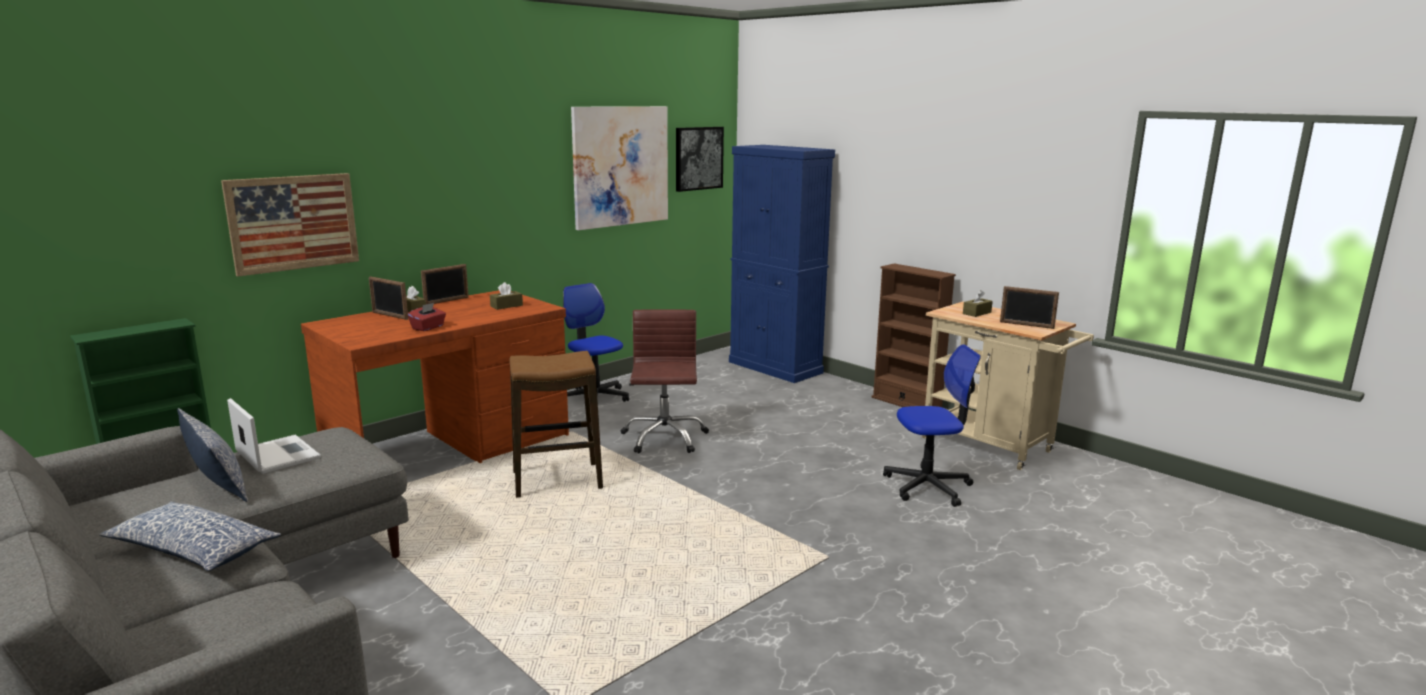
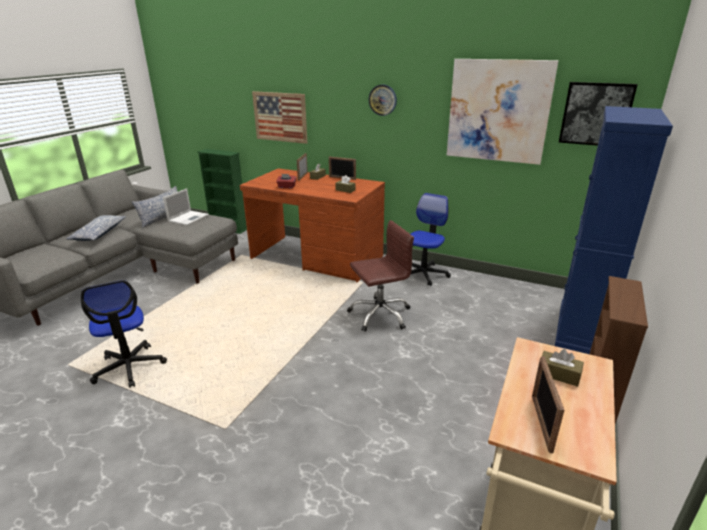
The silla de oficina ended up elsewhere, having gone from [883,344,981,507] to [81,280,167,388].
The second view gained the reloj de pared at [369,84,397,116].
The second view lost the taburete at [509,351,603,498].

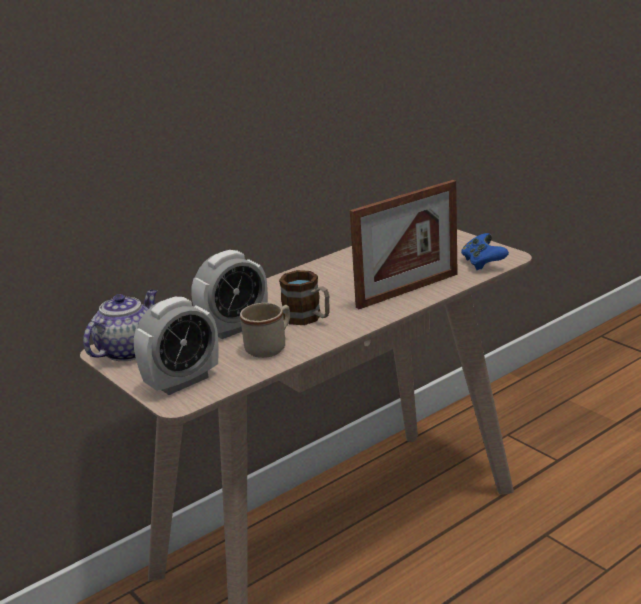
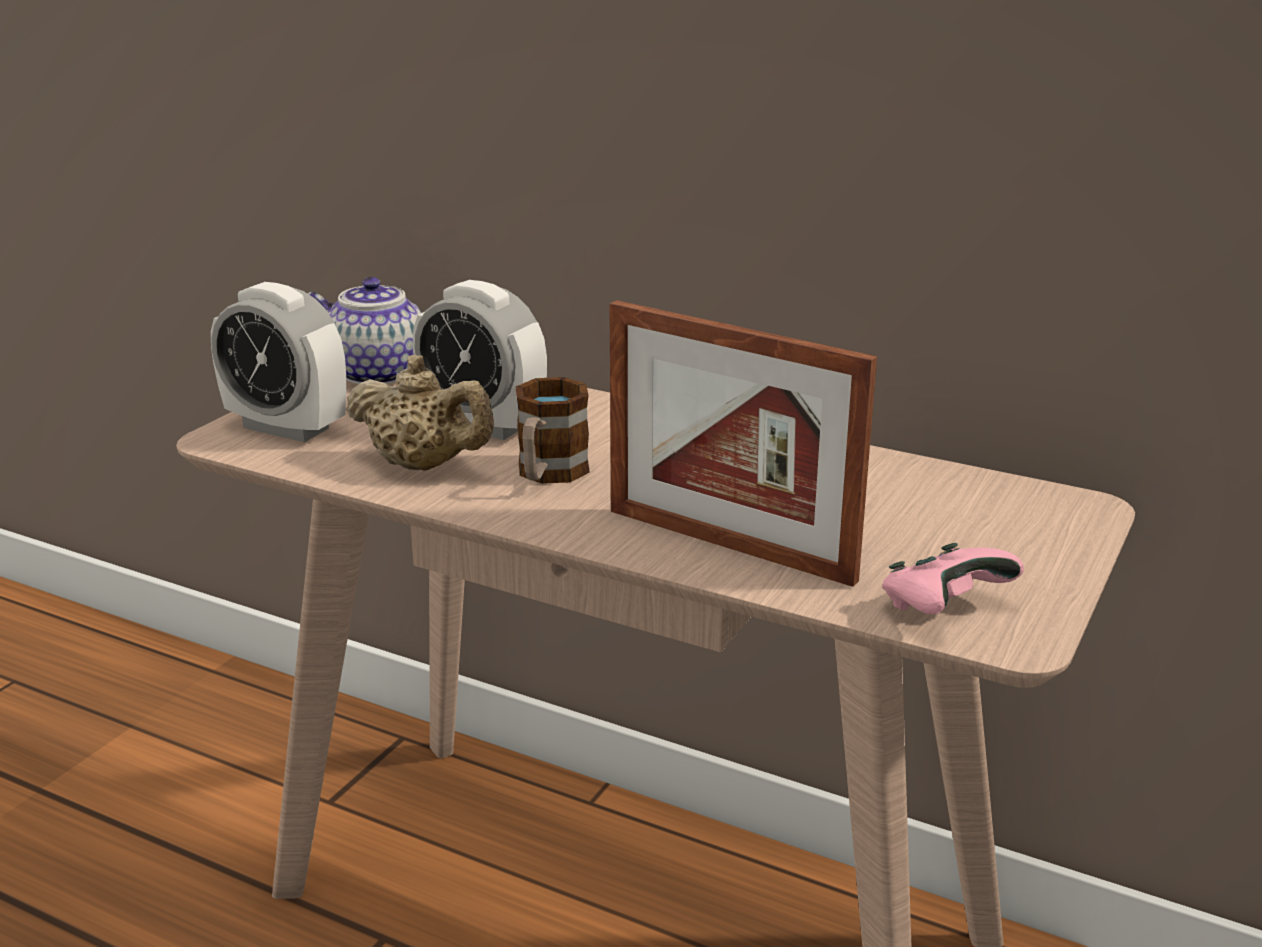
Where the taza grande/beis stood at [240,303,290,358], the tetera/beis came to stand at [346,355,494,471].
What was the mando de consola/azul at [461,233,509,270] turned into the mando de consola/rosa at [882,543,1024,614].

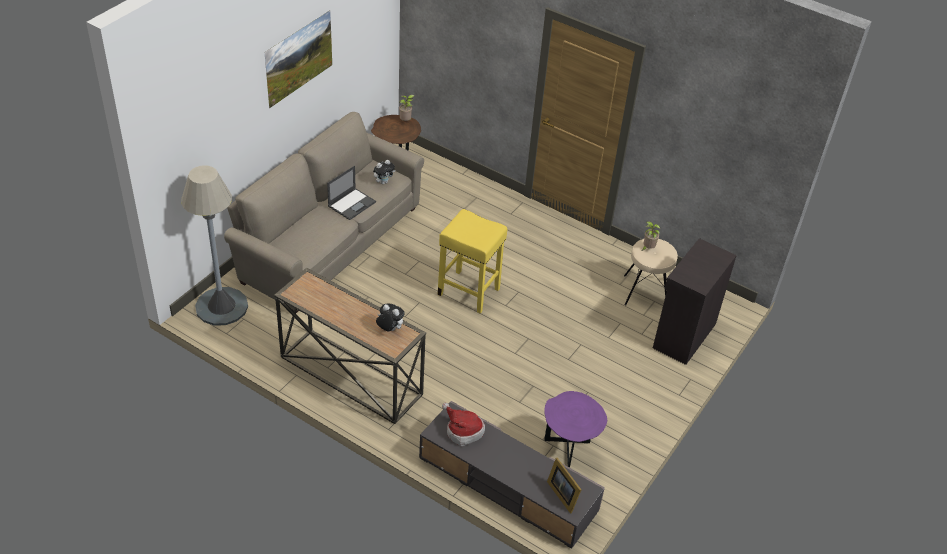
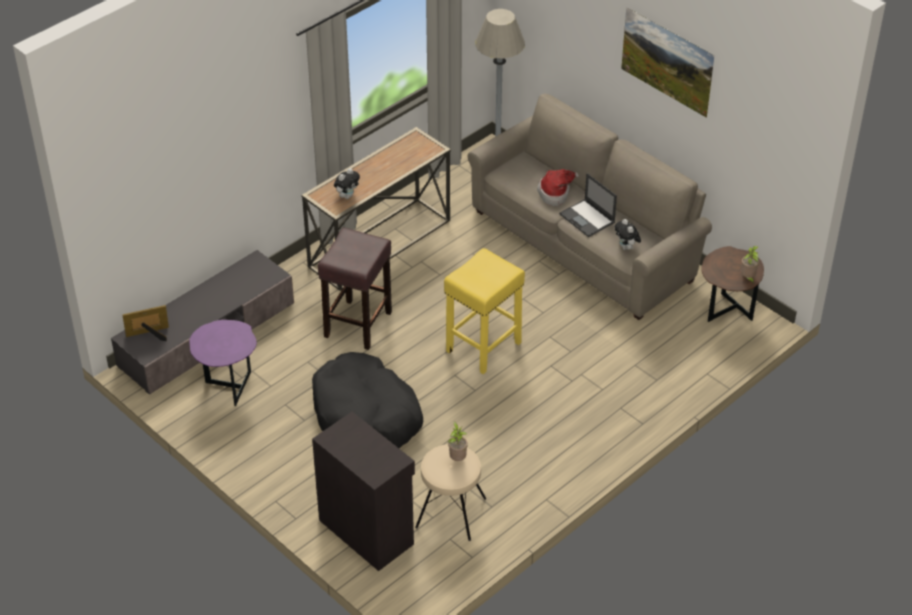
The second view gained the cama para perro/negro at [312,352,423,448].
The second view gained the taburete/marrón at [318,228,392,350].
The sombrero ended up elsewhere, having gone from [442,403,485,446] to [537,169,579,206].

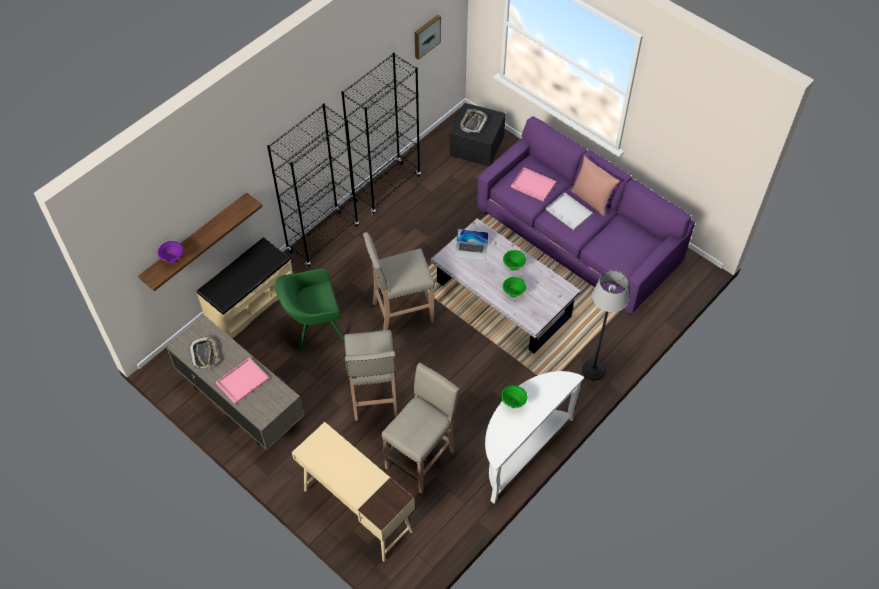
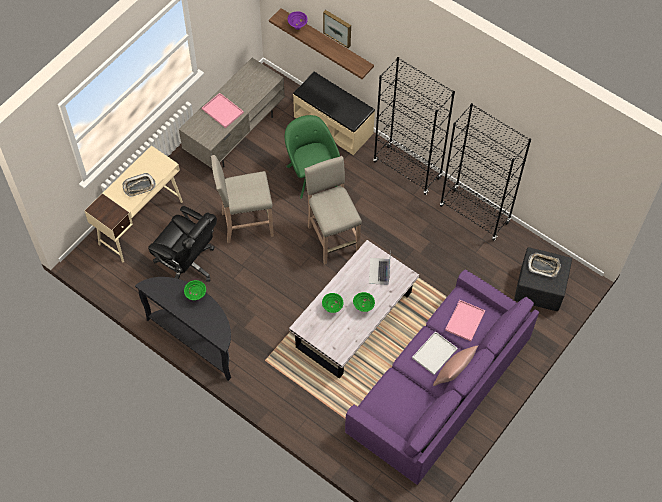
The bandeja ended up elsewhere, having gone from [189,336,219,370] to [123,173,156,197].
What was the mesa consola/blanco at [485,371,584,504] turned into the mesa consola/negro at [135,277,231,381].
Where the taburete/beis stood at [381,363,460,494], the silla de oficina/negro came to stand at [148,206,217,282].
The cuadro ended up elsewhere, having gone from [415,15,441,60] to [323,10,351,48].
The second view lost the lámpara de pie at [582,270,629,381].

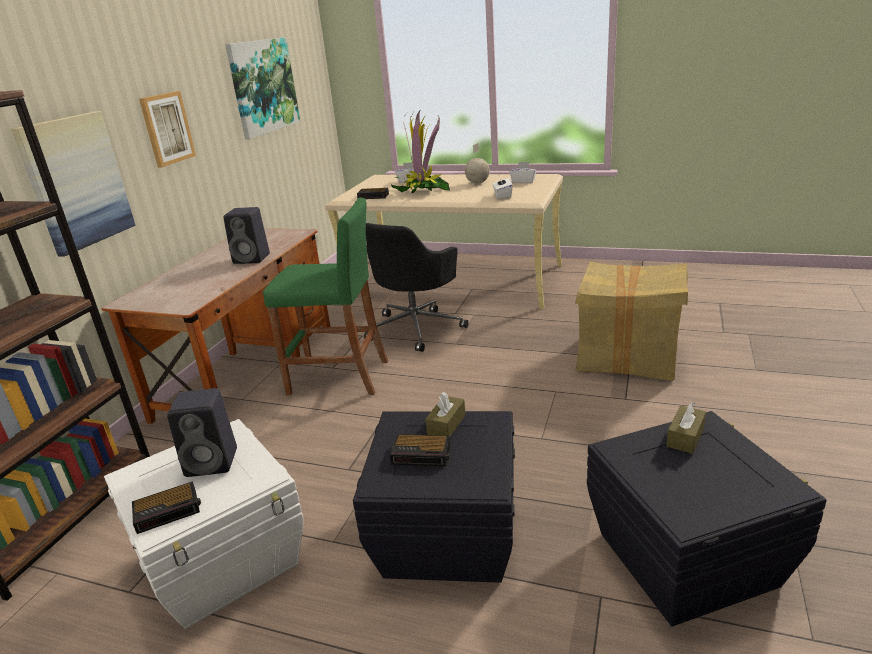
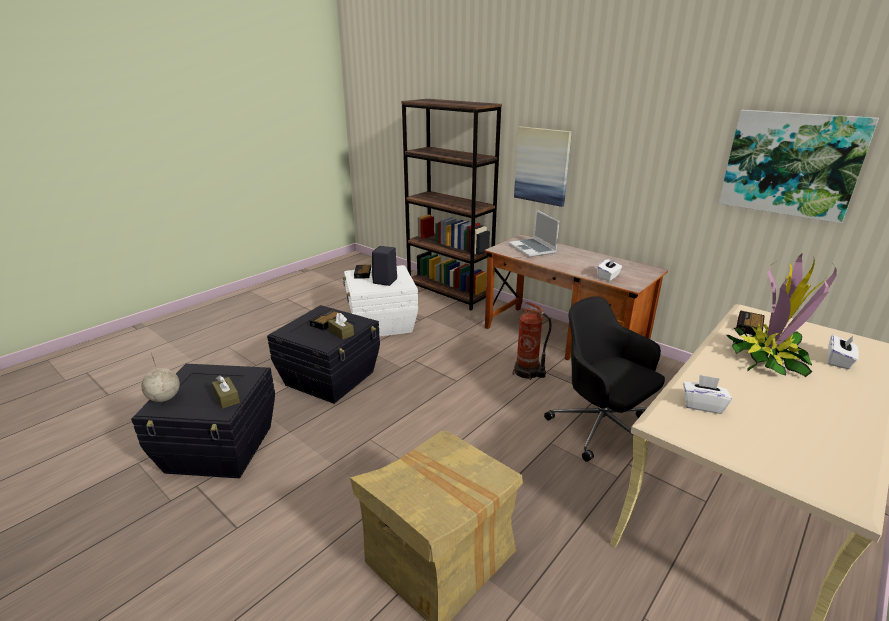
The globo terráqueo ended up elsewhere, having gone from [465,143,490,184] to [141,353,180,402].
The second view gained the portátil at [509,210,559,257].
Where the taburete/verde stood at [263,198,388,395], the extintor came to stand at [513,302,552,380].
The caja de pañuelos/blanco ended up elsewhere, having gone from [509,162,537,183] to [597,258,622,281].
The second view lost the cuadro at [139,91,196,167].
The second view lost the altavoz/negro at [223,207,270,264].

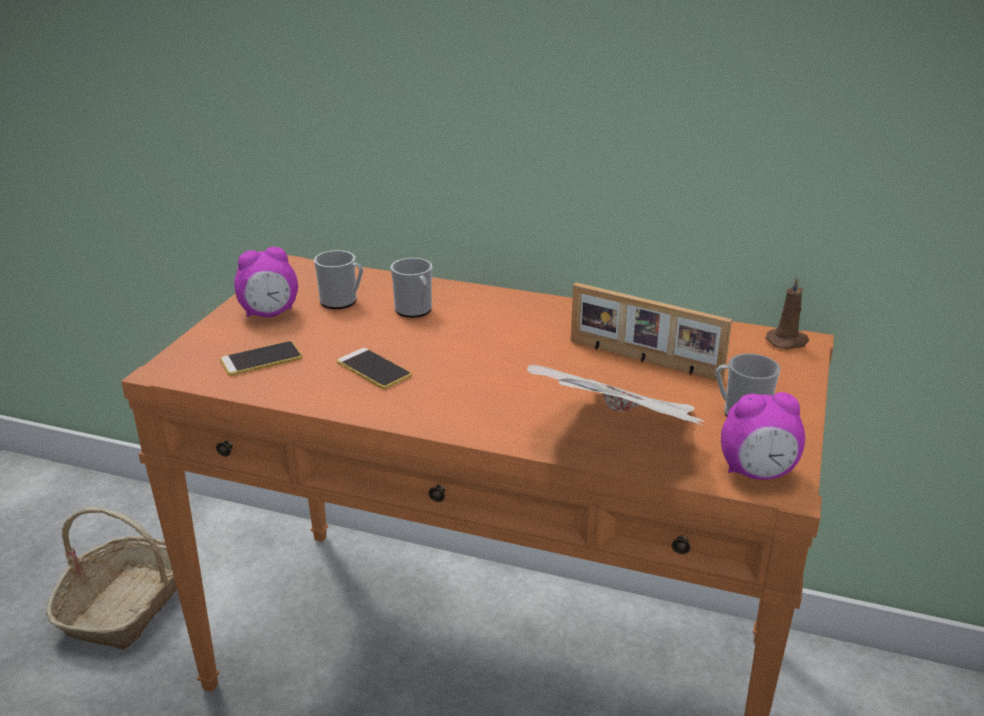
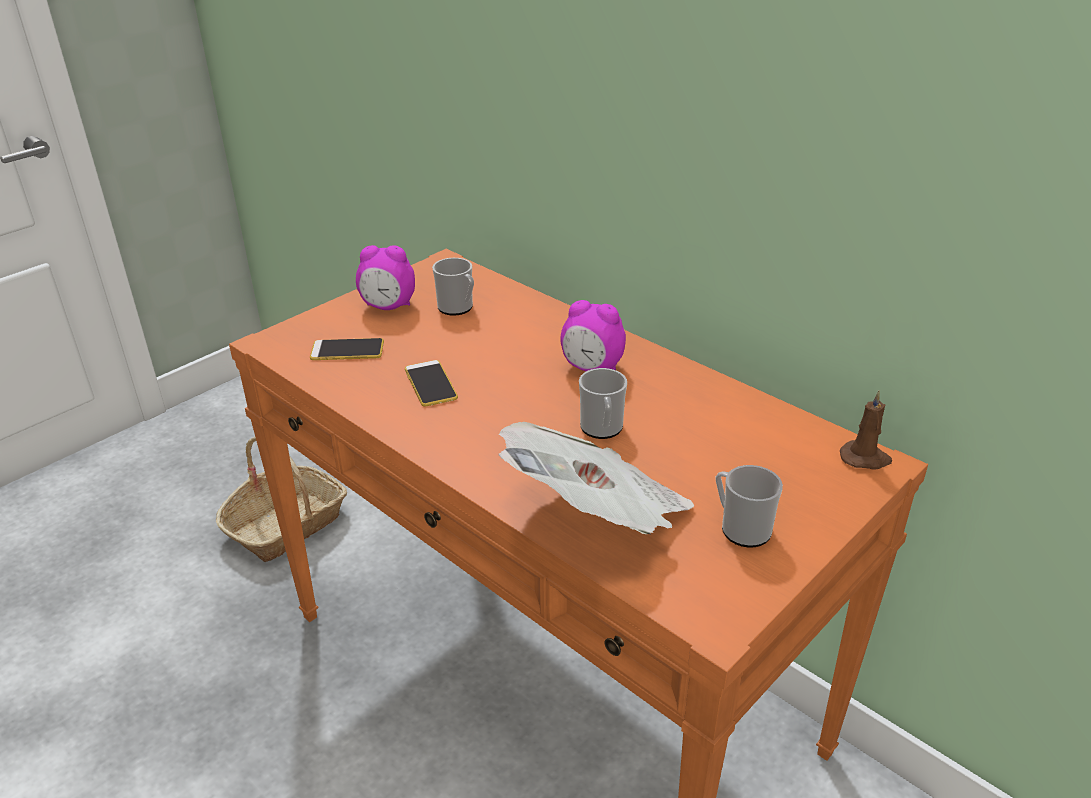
The despertador ended up elsewhere, having gone from [721,392,805,480] to [560,300,626,371].
The taza grande ended up elsewhere, having gone from [390,258,432,318] to [579,368,627,439].
The second view lost the portarretratos at [570,283,732,381].

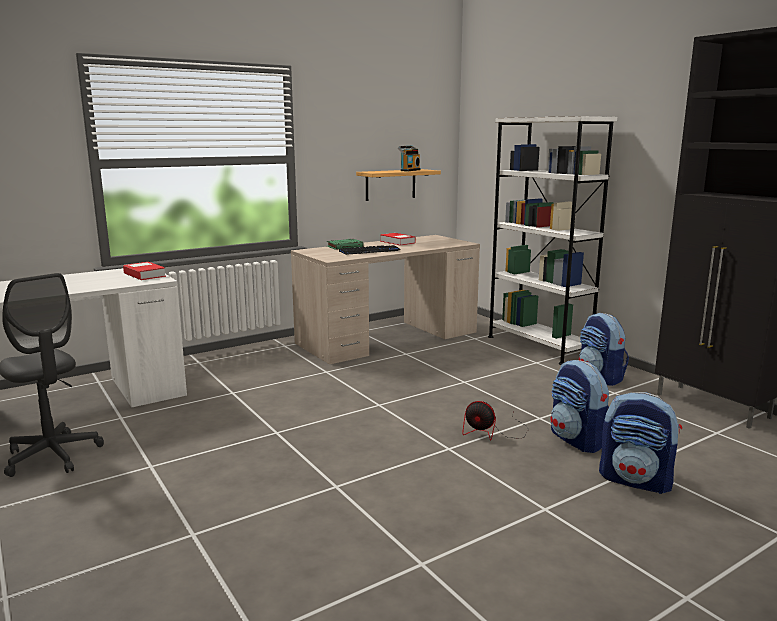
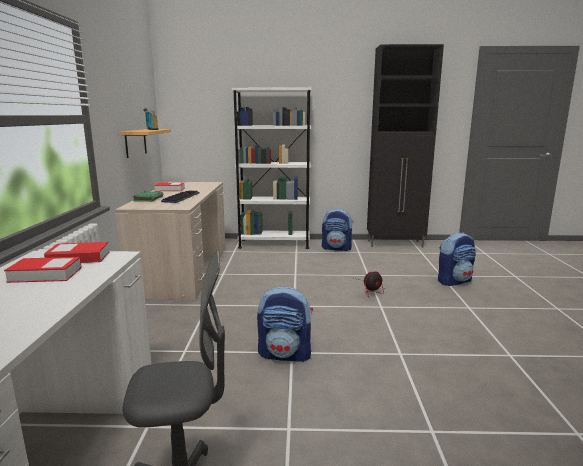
The second view gained the libro at [4,257,82,283].
The mochila ended up elsewhere, having gone from [551,360,609,453] to [257,286,313,362].

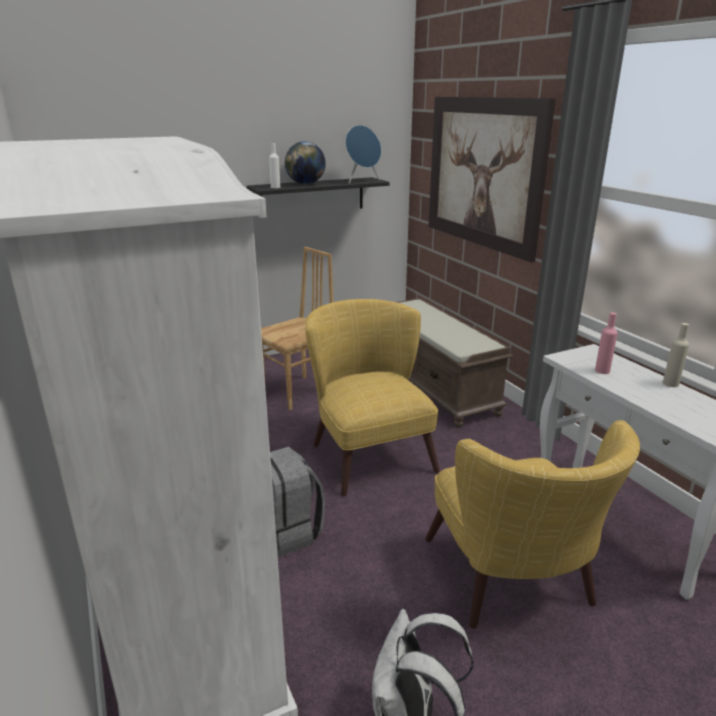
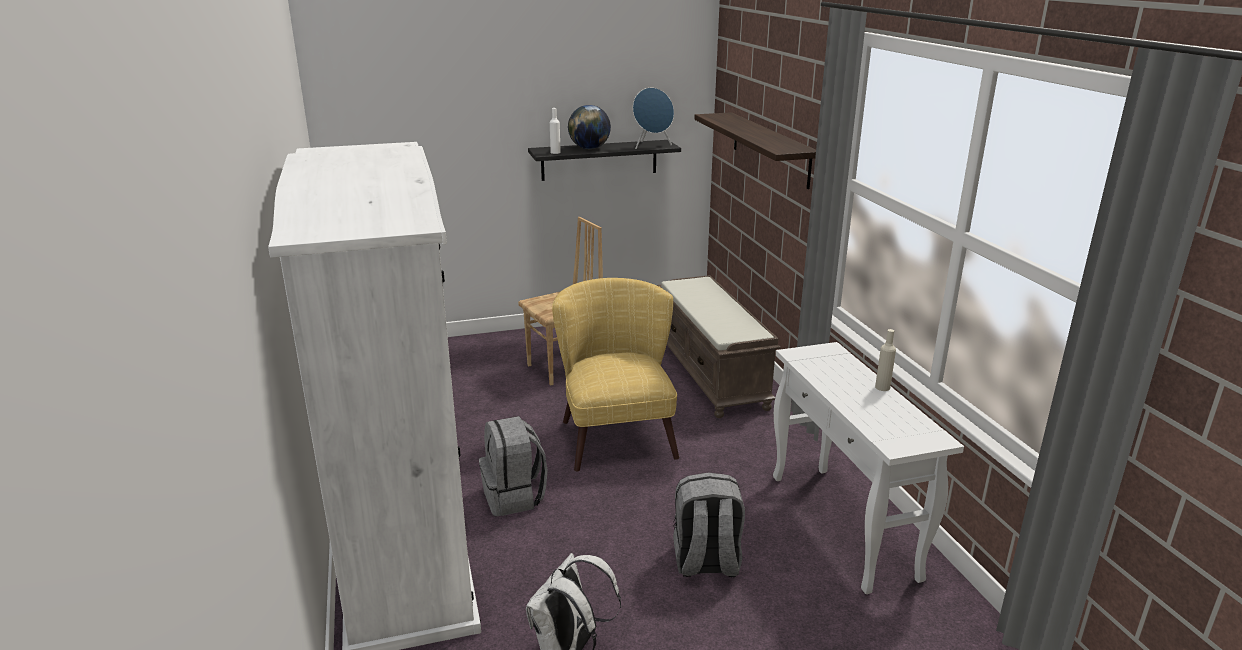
Where the sillón/amarillo stood at [425,420,640,629], the mochila/gris came to stand at [673,472,745,577].
Where the cuadro hung at [428,97,556,262], the estante came to hang at [694,112,816,189].
The second view lost the botella/rosa at [595,312,617,374].

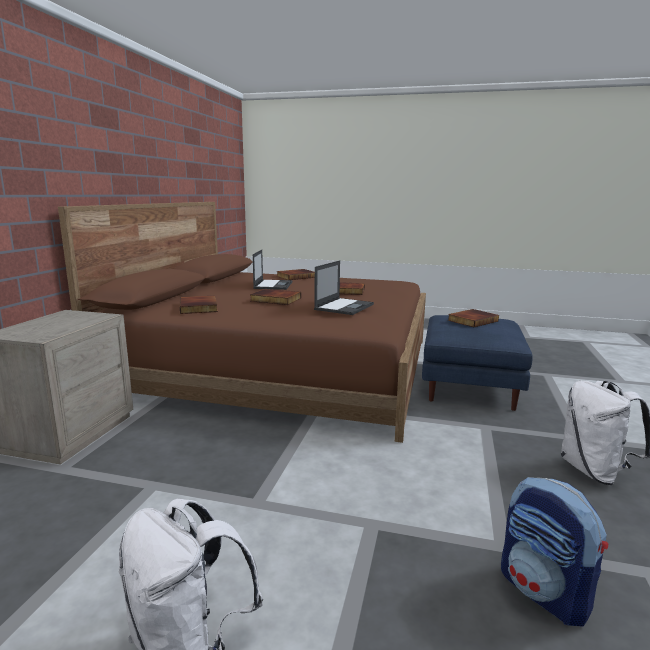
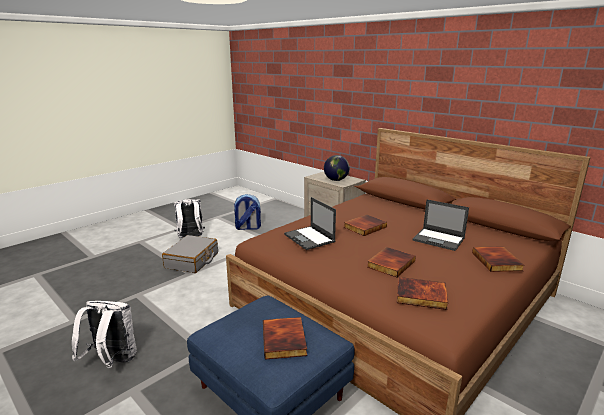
The second view gained the maleta/gris at [162,235,218,273].
The mochila ended up elsewhere, having gone from [501,477,608,627] to [233,194,261,230].
The second view gained the globo terráqueo at [324,155,349,181].
The libro ended up elsewhere, having gone from [180,296,218,314] to [397,277,448,310].

